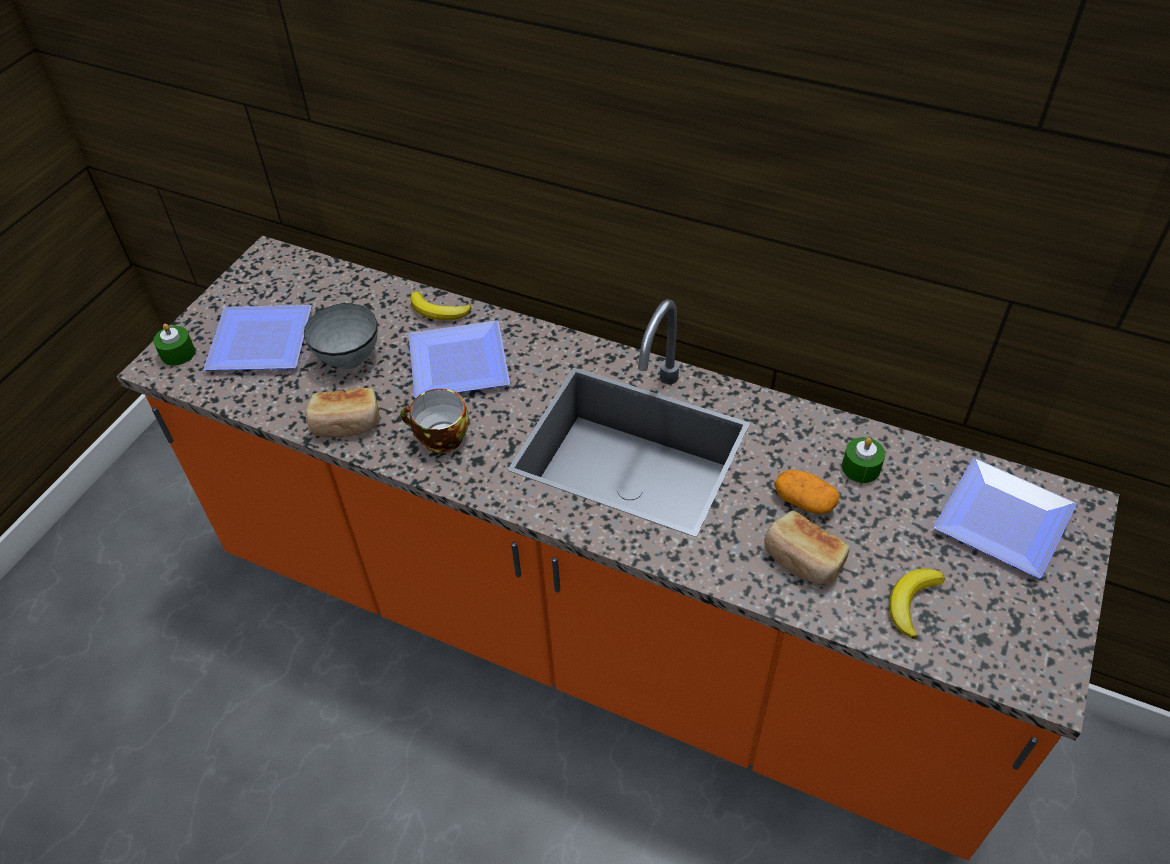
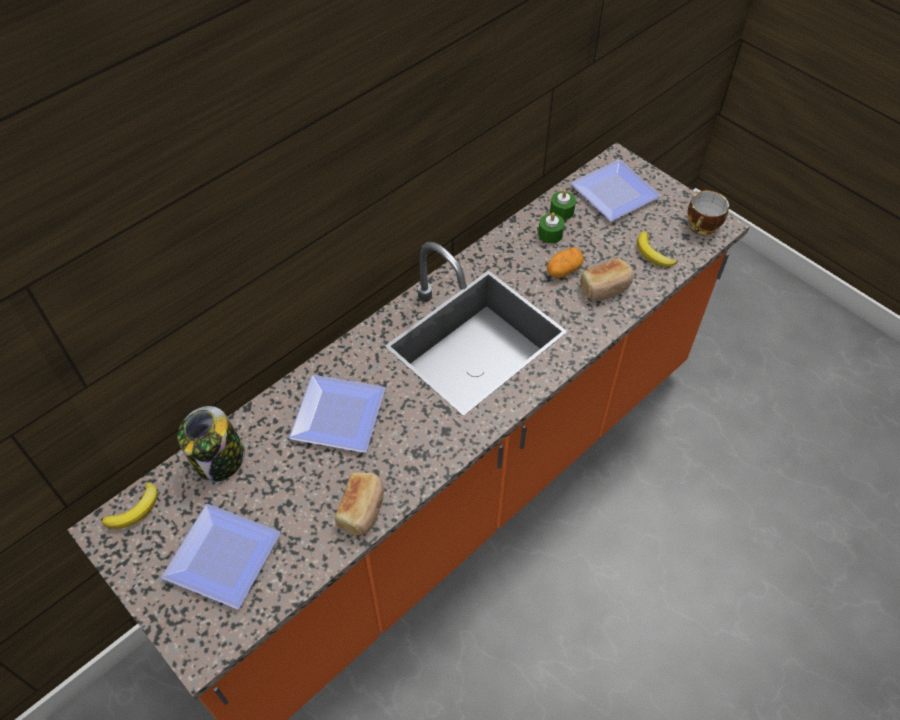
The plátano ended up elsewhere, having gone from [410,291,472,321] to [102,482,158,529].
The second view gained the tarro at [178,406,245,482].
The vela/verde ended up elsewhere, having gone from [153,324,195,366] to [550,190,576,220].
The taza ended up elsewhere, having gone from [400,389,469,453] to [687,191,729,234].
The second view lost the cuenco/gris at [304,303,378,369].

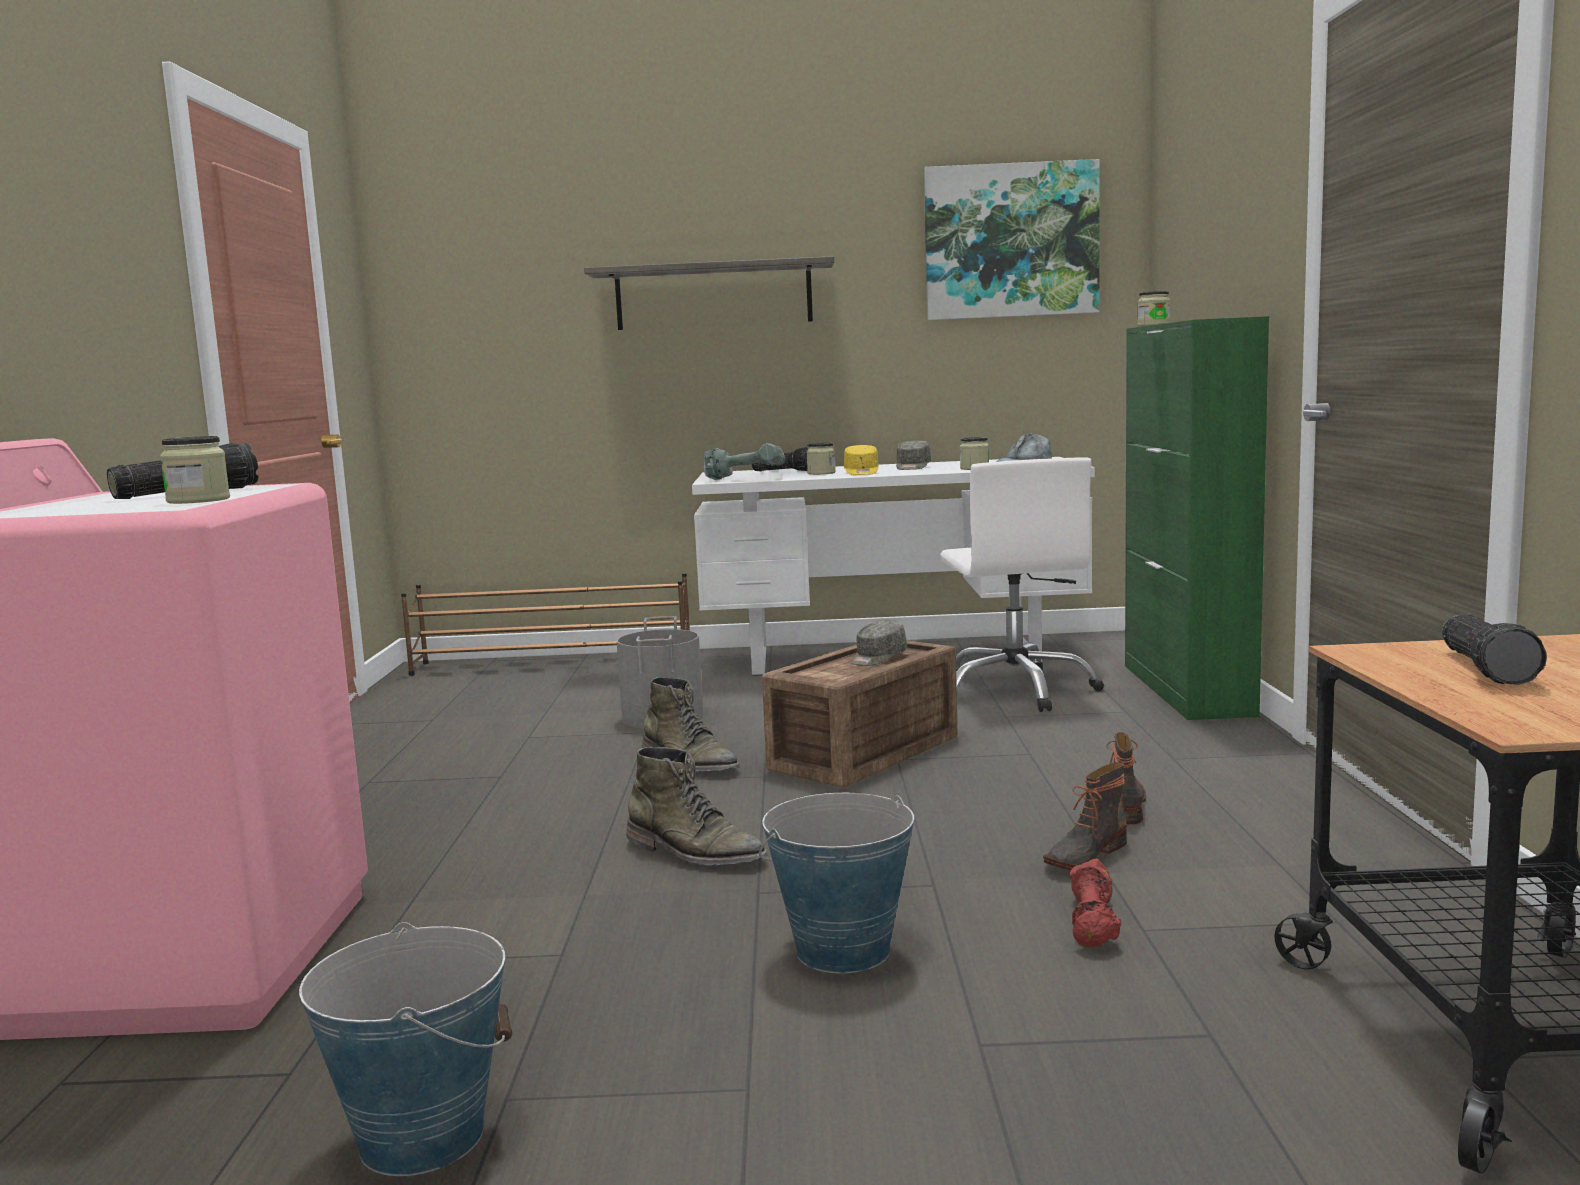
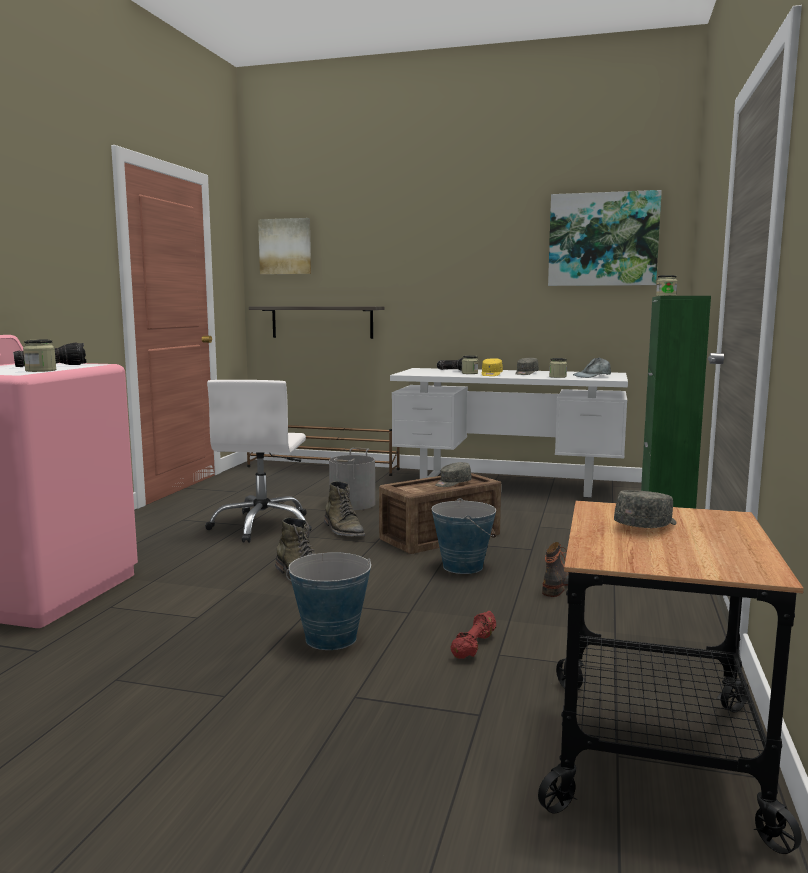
The silla de oficina/blanco ended up elsewhere, having gone from [940,457,1104,712] to [205,380,312,543].
The estante ended up elsewhere, having gone from [584,256,834,330] to [249,306,384,339].
The second view gained the cuadro at [258,218,311,275].
The cubo ended up elsewhere, having gone from [299,922,513,1176] to [432,498,496,574].
Where the linterna stood at [1442,614,1547,685], the gorra/gris came to stand at [614,490,677,528].
The second view lost the taladro at [704,443,785,480].
The second view lost the bota at [1043,762,1127,871].

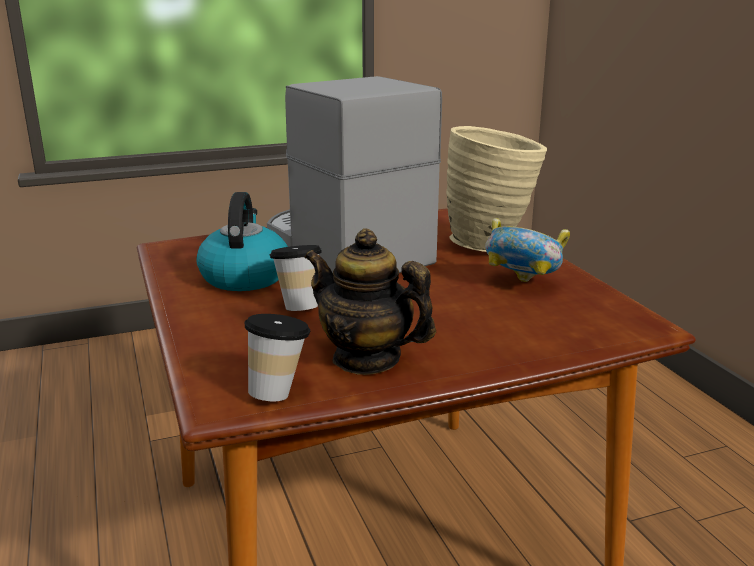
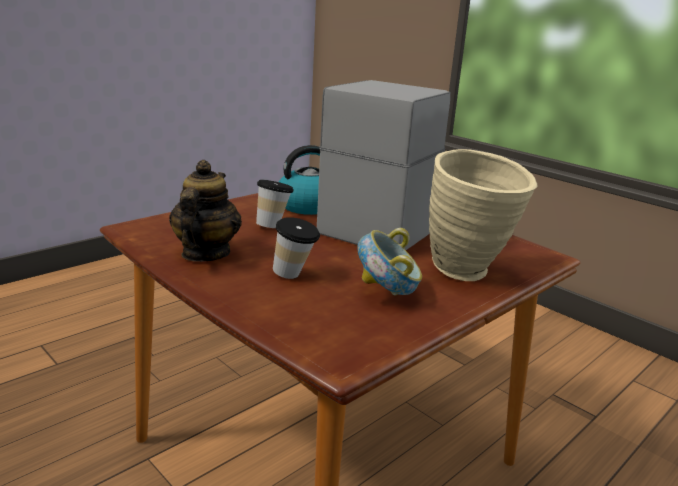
The taza ended up elsewhere, having gone from [245,314,310,401] to [273,217,320,279].

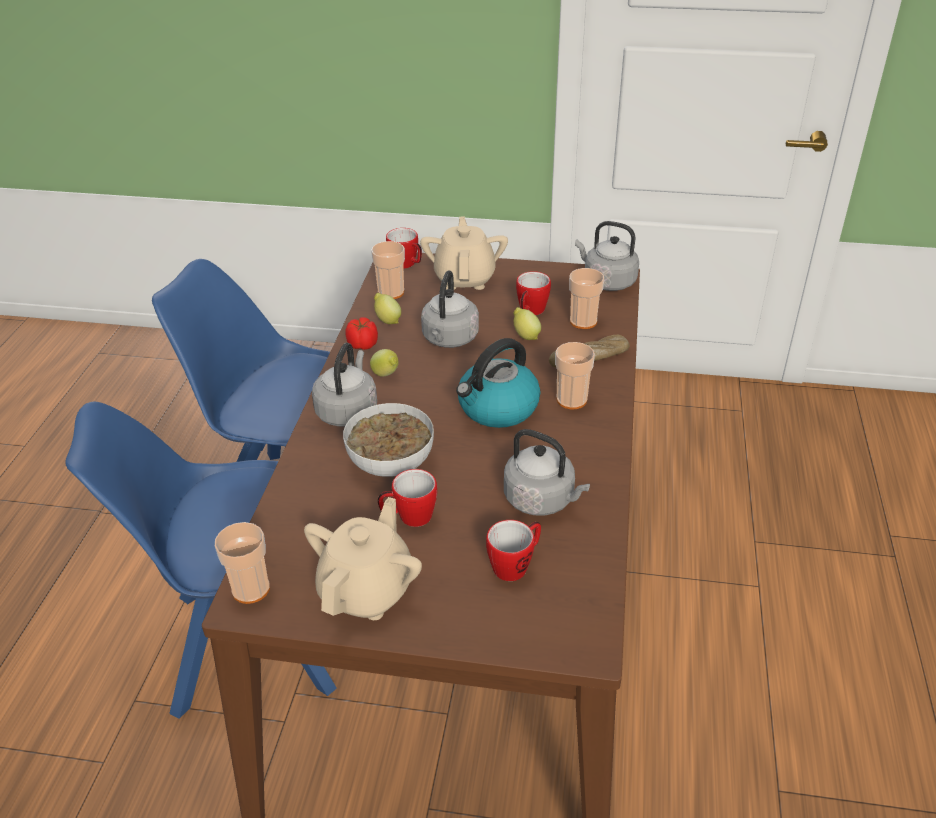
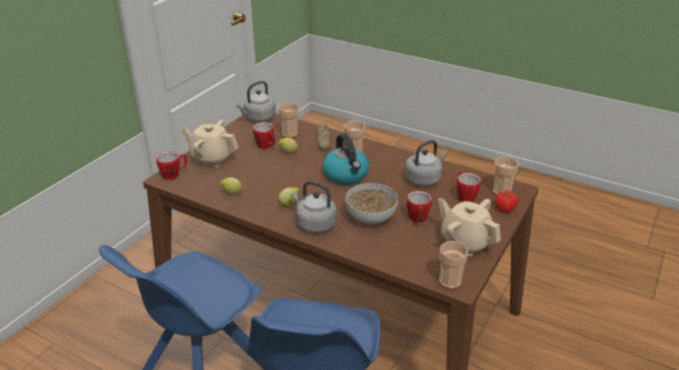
The taza ended up elsewhere, having gone from [371,241,405,299] to [493,157,519,195].
The tomate ended up elsewhere, having gone from [345,317,378,350] to [495,190,518,213].
The second view lost the hervidor/gris at [421,270,479,348].

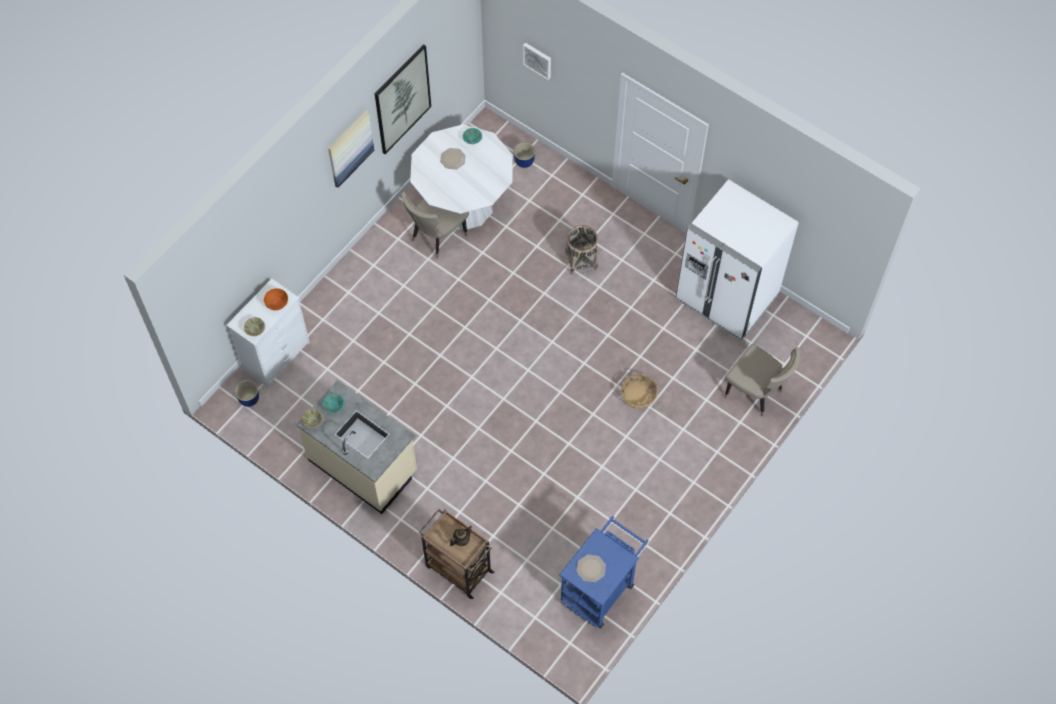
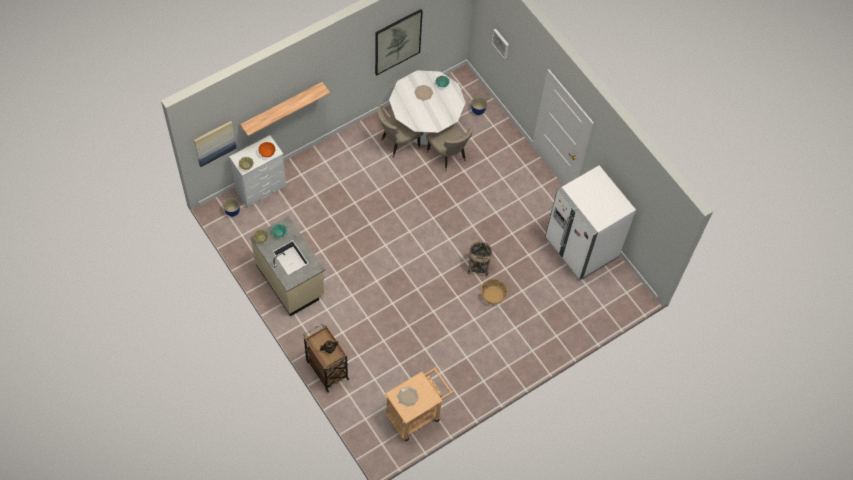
The cuadro ended up elsewhere, having gone from [328,110,374,188] to [194,121,236,167].
The second view gained the estante at [240,82,330,136].
What was the carrito/azul at [559,516,648,628] turned into the carrito/beis at [385,367,454,441].
The silla/beis ended up elsewhere, having gone from [724,344,800,417] to [426,123,473,171].
The cesta ended up elsewhere, having gone from [565,225,598,275] to [467,241,493,277].

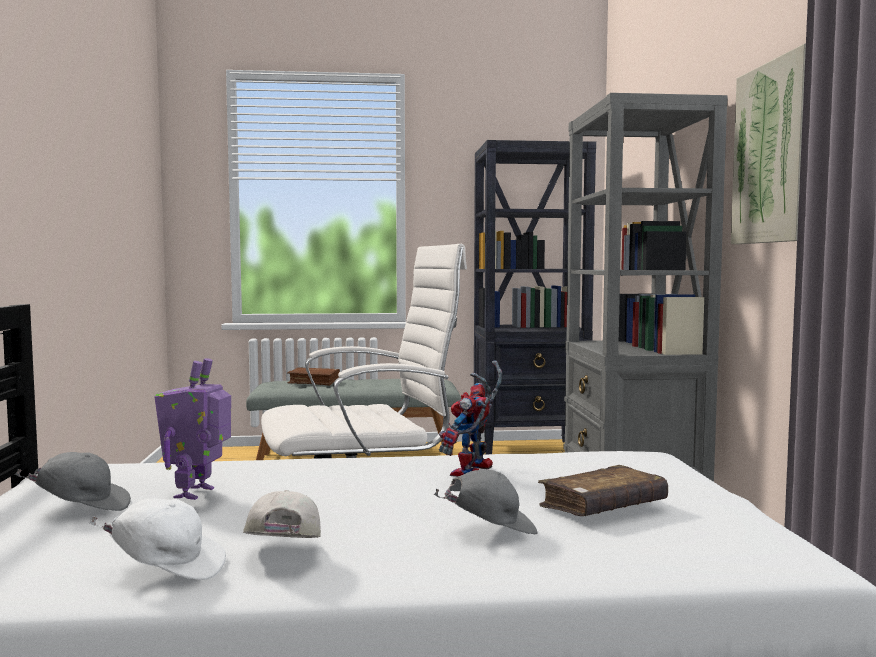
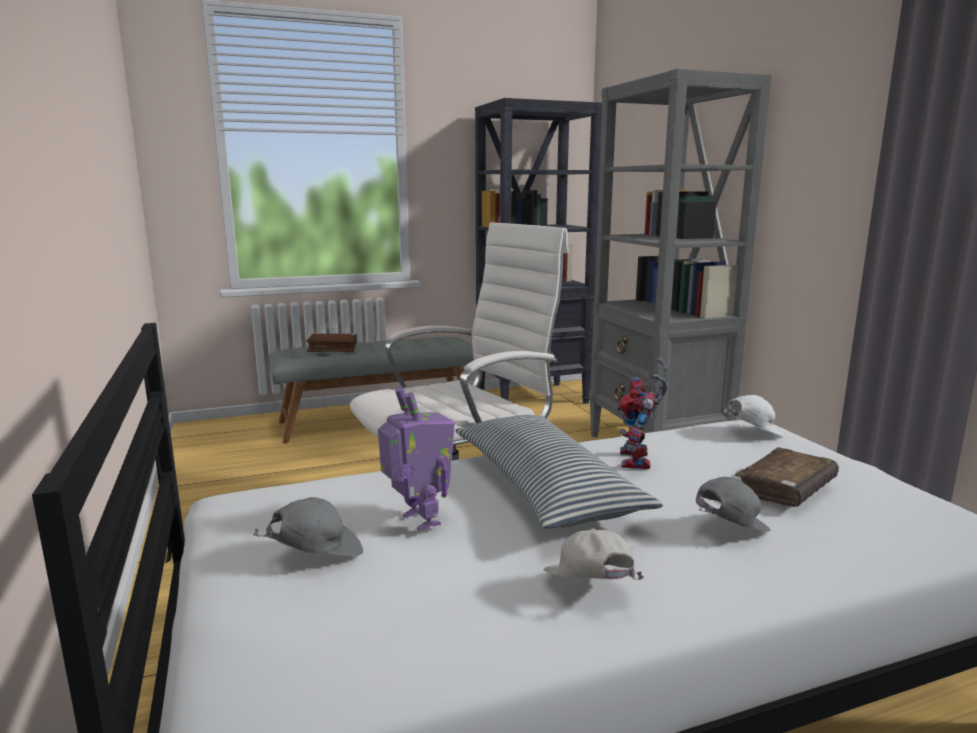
The robot de juguete at [155,358,231,500] ended up facing another way, 150 degrees clockwise from before.
The second view gained the cojín at [455,415,663,529].
The gorra/blanco ended up elsewhere, having gone from [88,499,226,580] to [724,395,785,436].
The second view lost the cuadro at [731,44,806,244].

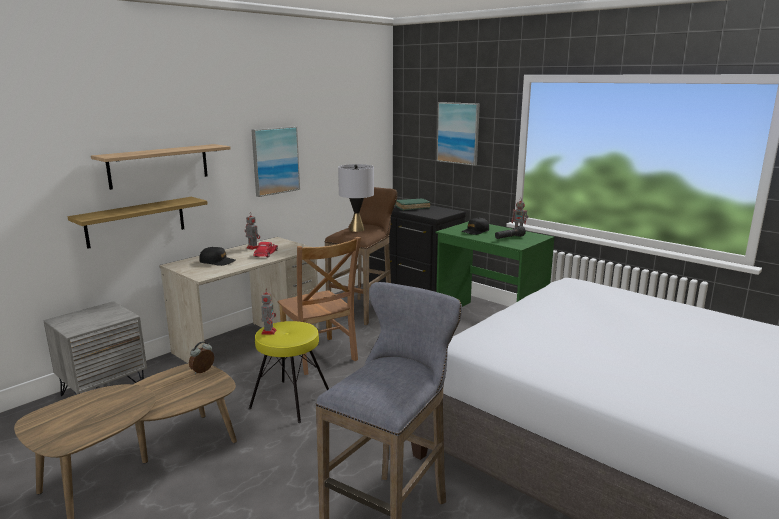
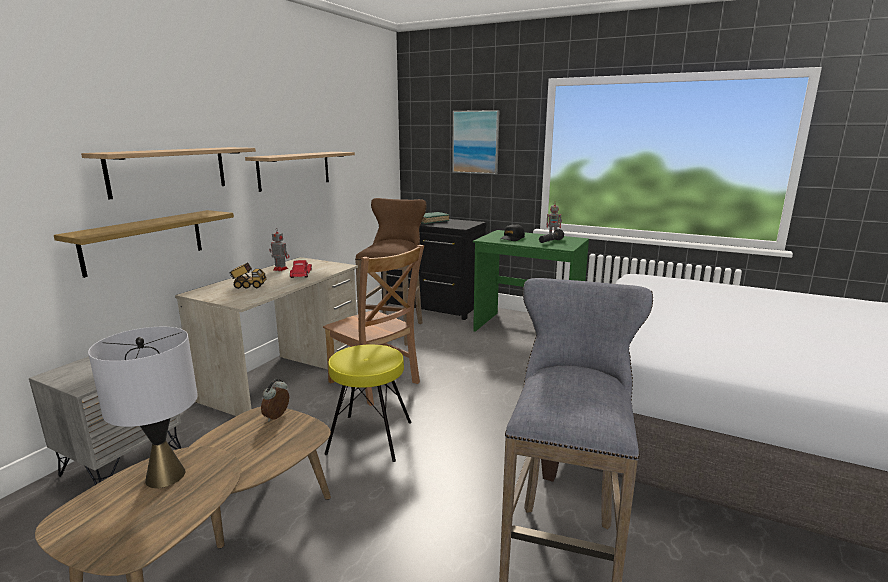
The lámpara de mesa/gris ended up elsewhere, having gone from [338,164,374,232] to [88,327,198,488].
Where the gorra/negro stood at [200,247,235,266], the camión de juguete came to stand at [230,263,266,289].
Where the cuadro hung at [251,126,300,197], the estante came to hang at [245,152,355,192].
The second view lost the robot de juguete at [261,289,276,335].

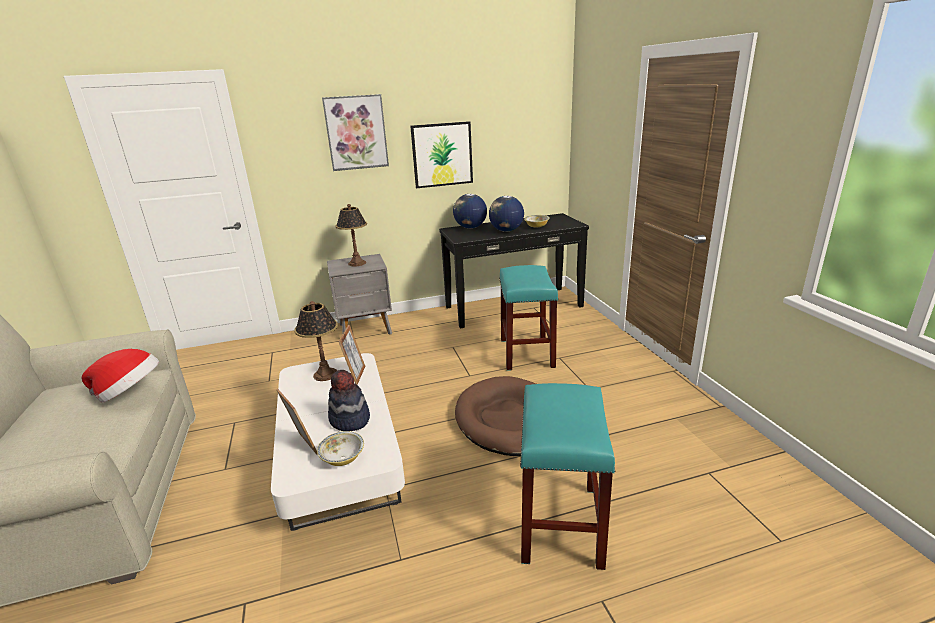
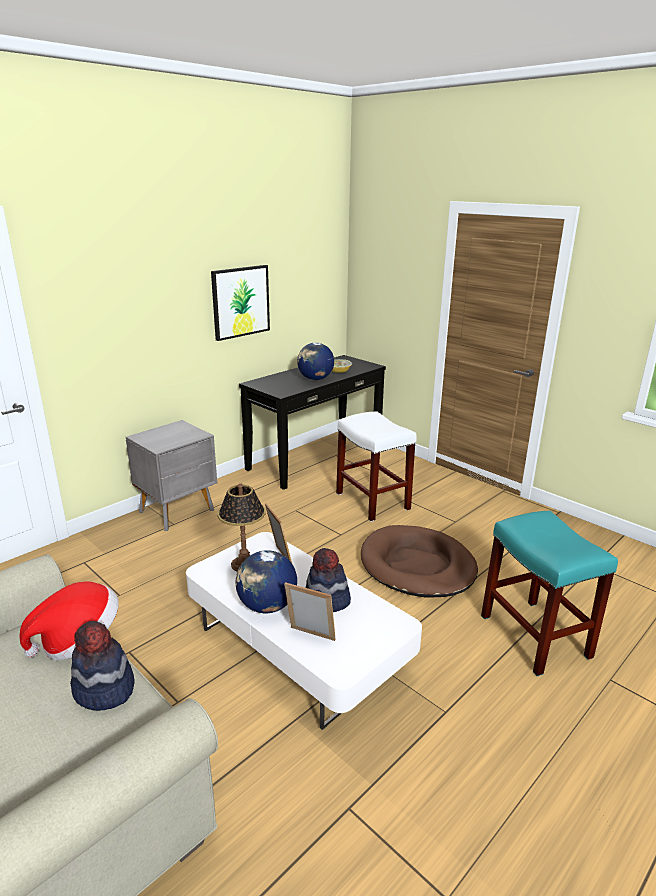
The second view gained the sombrero at [70,621,135,711].
The globo terráqueo ended up elsewhere, having gone from [453,194,487,228] to [236,550,297,613].
What was the taburete/turquesa at [499,265,558,371] turned into the taburete/blanco at [336,412,417,522].
The second view lost the cuenco at [317,431,364,466].
The second view lost the cuadro at [322,94,389,171].
The second view lost the lámpara de mesa at [335,204,367,267].

